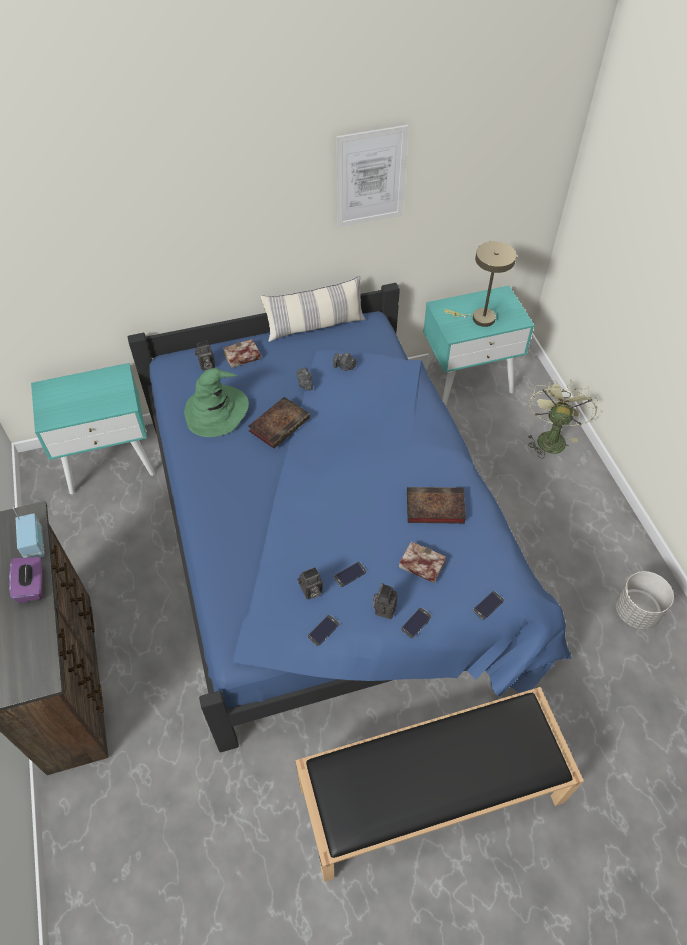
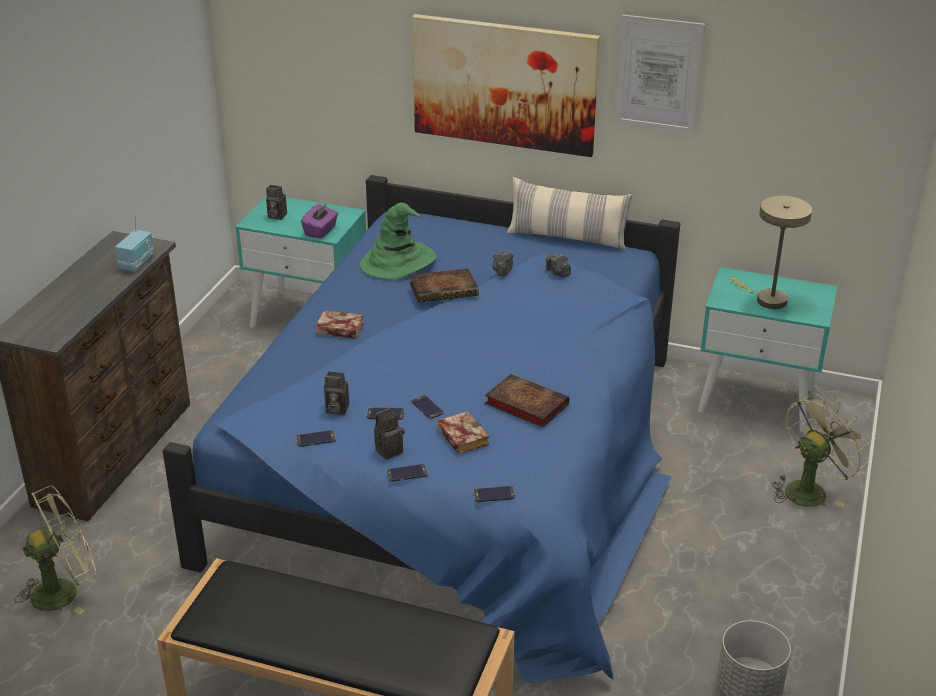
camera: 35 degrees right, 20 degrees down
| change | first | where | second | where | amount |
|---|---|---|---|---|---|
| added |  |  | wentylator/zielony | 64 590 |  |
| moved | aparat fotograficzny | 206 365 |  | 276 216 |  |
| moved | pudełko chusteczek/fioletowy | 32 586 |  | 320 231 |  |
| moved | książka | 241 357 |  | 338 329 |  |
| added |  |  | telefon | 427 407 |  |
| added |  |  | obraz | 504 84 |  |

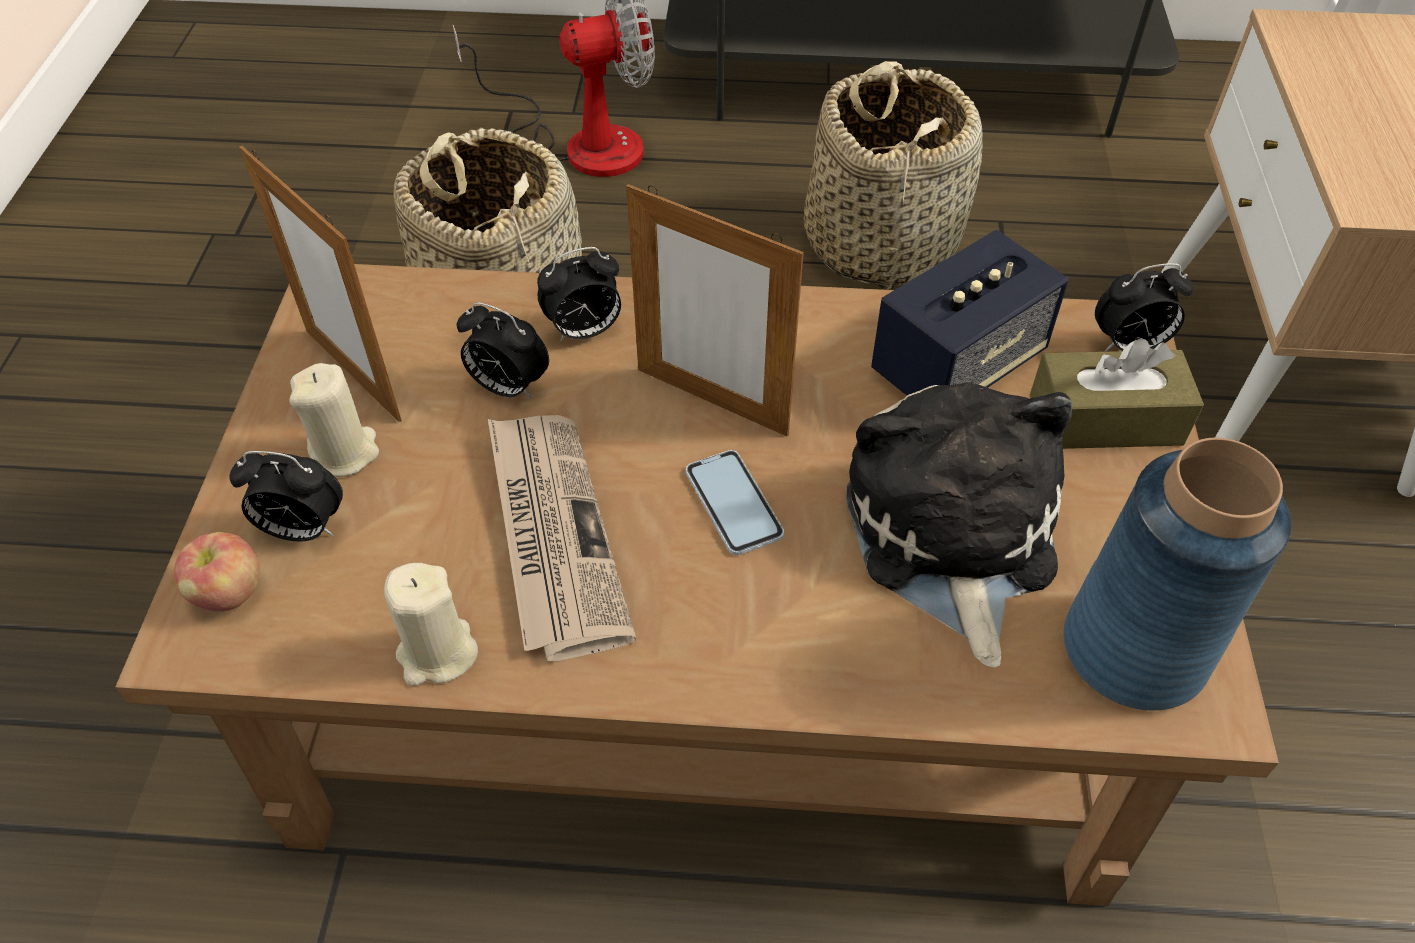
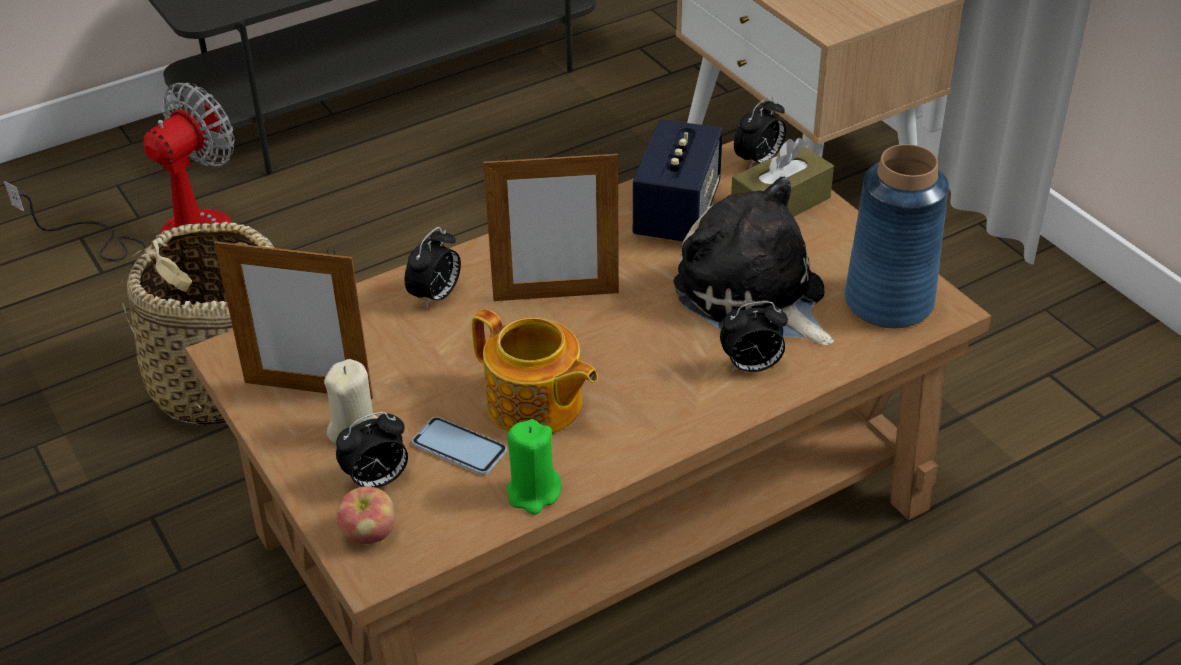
camera: 35 degrees left, 10 degrees down
| change | first | where | second | where | amount |
|---|---|---|---|---|---|
| moved | telefon | 733 503 |  | 459 447 |  |
| replaced | gazeta | 552 534 | imbryk | 535 405 |  |
| recoloured | świeca/beżowy | 437 653 | świeca/zielony | 533 493 |  |
| moved | budzik | 508 387 |  | 751 367 |  |
| removed | koszyk | 881 243 |  |  |  |

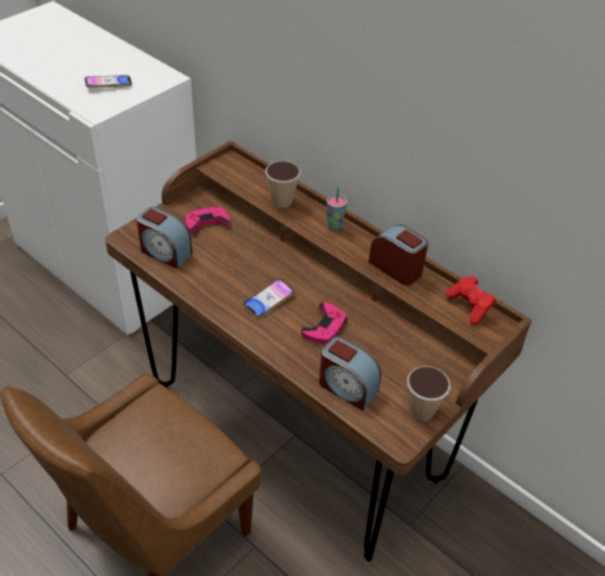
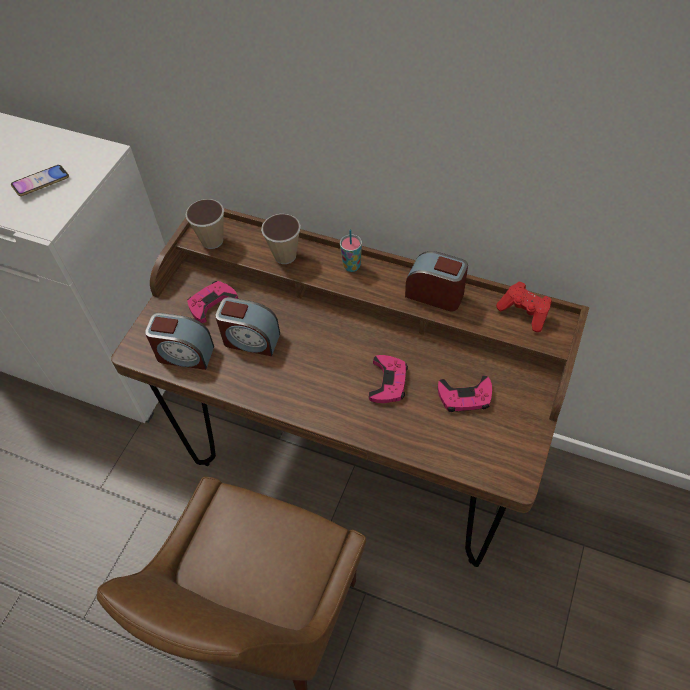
camera: 15 degrees left, 10 degrees up
| change | first | where | second | where | amount |
|---|---|---|---|---|---|
| moved | filiżanka | 422 410 |  | 212 241 |  |
| moved | budzik | 347 387 |  | 250 340 |  |
| added |  |  | pad do gier/różowy | 465 397 |  |
| removed | telefon | 269 301 |  |  |  |

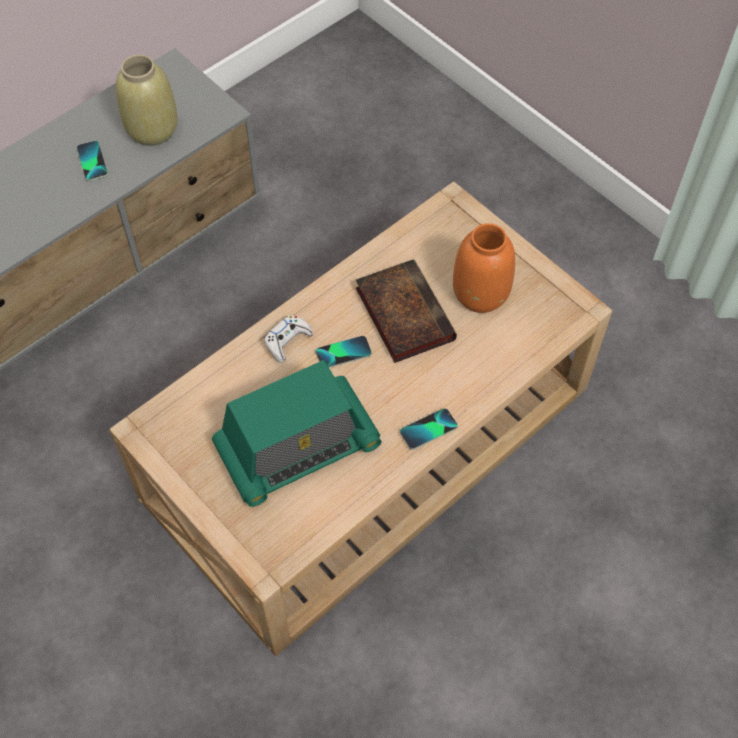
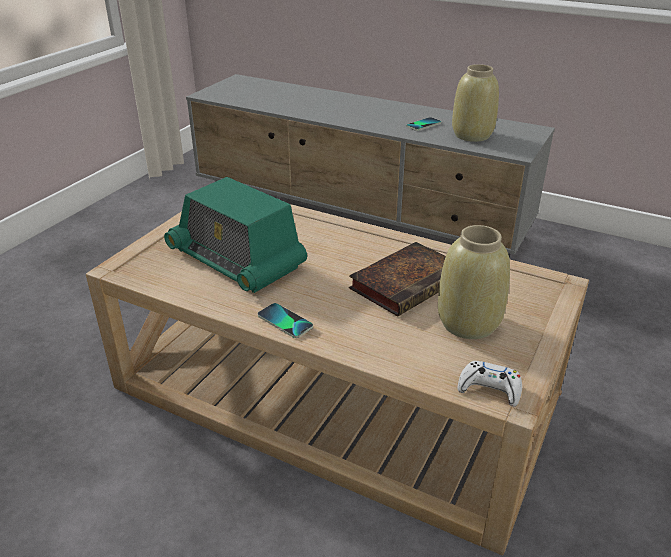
camera: 70 degrees right, 25 degrees down
| change | first | where | second | where | amount |
|---|---|---|---|---|---|
| recoloured | wazon/pomarańczowy | 480 293 | wazon/beżowy | 469 323 |  |
| moved | pad do gier/biały | 287 341 |  | 489 389 |  |
| removed | telefon | 343 353 |  |  |  |

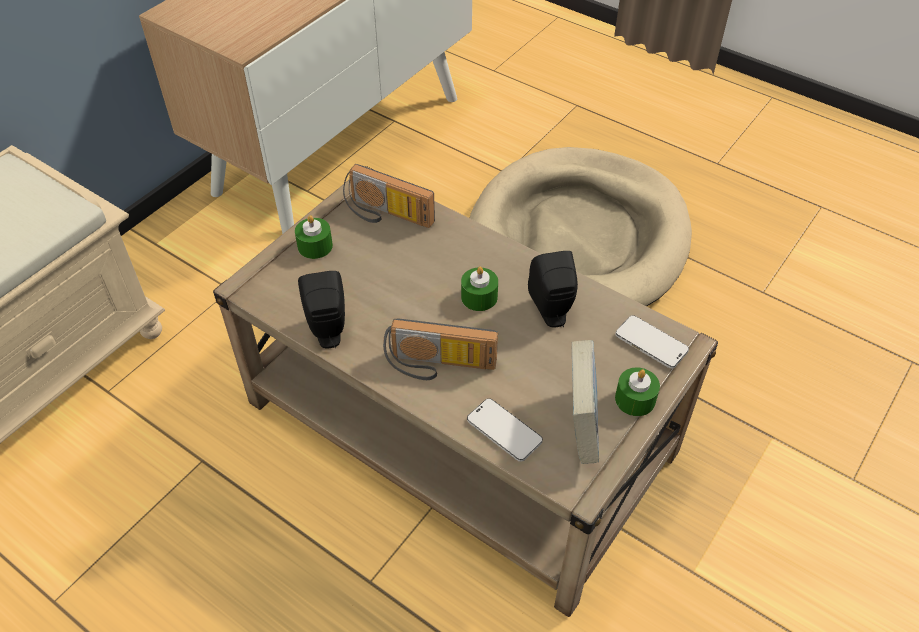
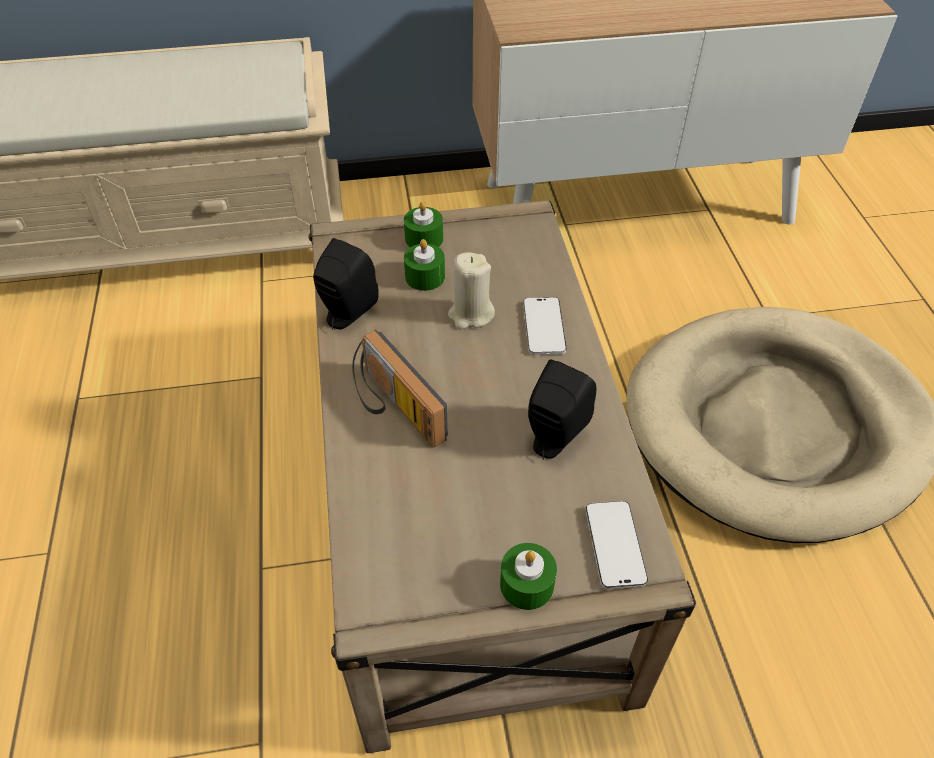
camera: 45 degrees right, 0 degrees up
| change | first | where | second | where | amount |
|---|---|---|---|---|---|
| moved | świeca/zielony | 479 297 |  | 425 276 |  |
| added |  |  | świeca/beżowy | 471 314 |  |
| moved | telefon | 504 431 |  | 544 327 |  |
| removed | radio | 386 215 |  |  |  |
| removed | książka | 581 424 |  |  |  |

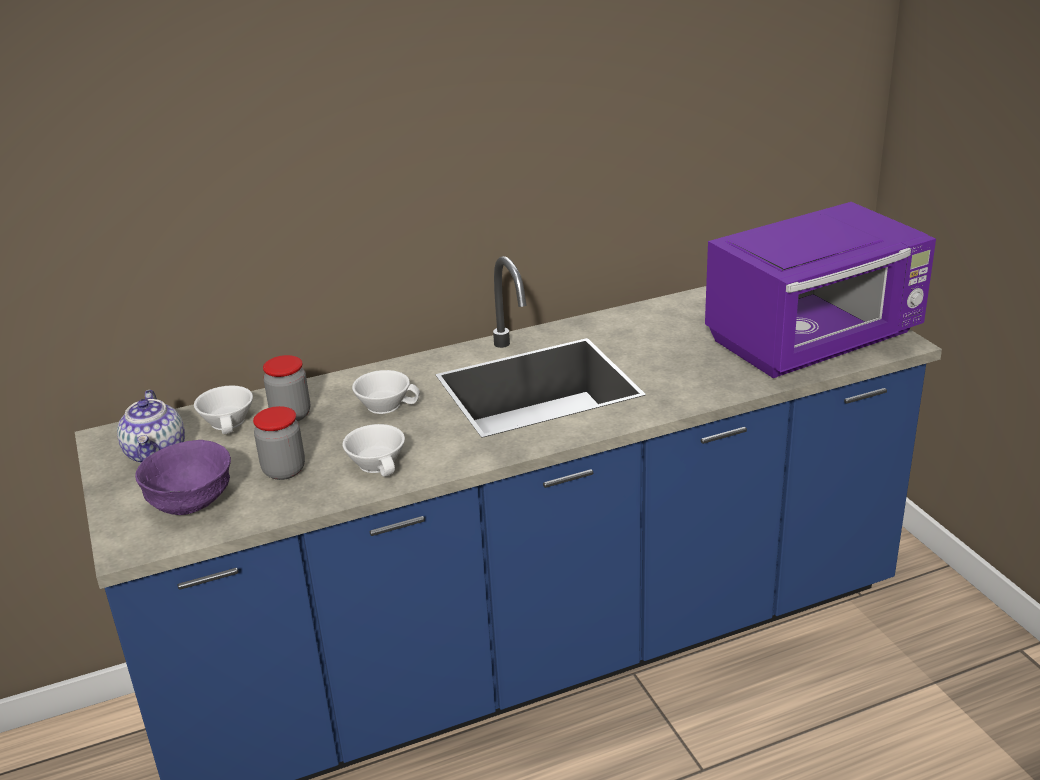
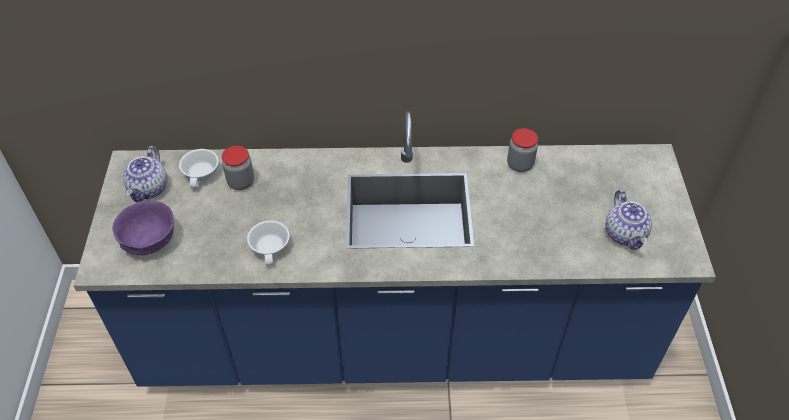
camera: 20 degrees right, 20 degrees up
| change | first | where | second | where | amount |
|---|---|---|---|---|---|
| moved | słoik | 284 470 |  | 520 164 |  |
| replaced | mikrofalówka/fioletowy | 815 341 | imbryk | 625 234 |  |
| removed | filiżanka/biały | 386 404 |  |  |  |

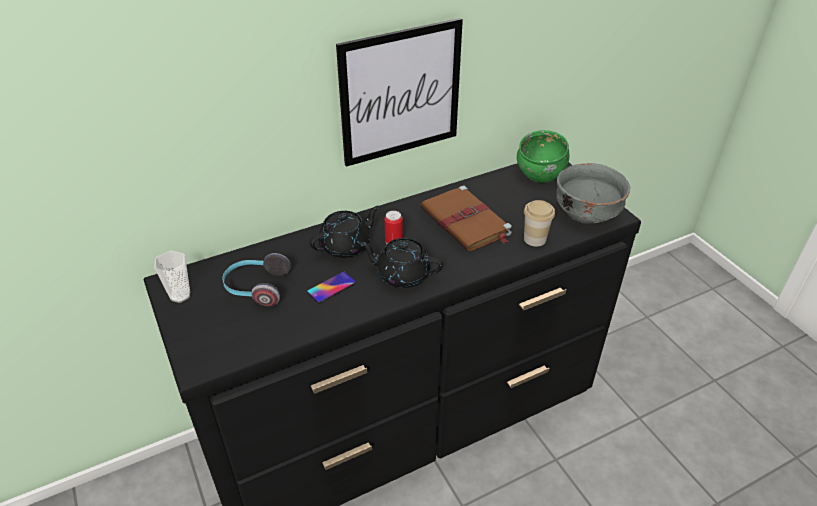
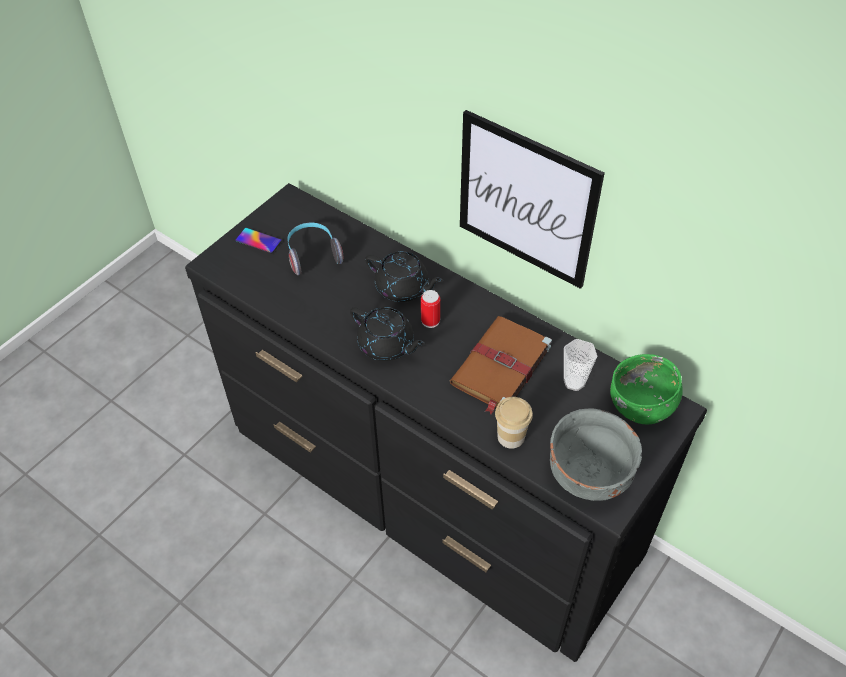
camera: 65 degrees right, 10 degrees up
| change | first | where | second | where | amount |
|---|---|---|---|---|---|
| moved | telefon | 331 287 |  | 258 241 |  |
| turned | imbryk/czarny | 402 274 |  | 387 345 | 135 degrees clockwise |
| moved | filiżanka | 180 295 |  | 574 382 |  |

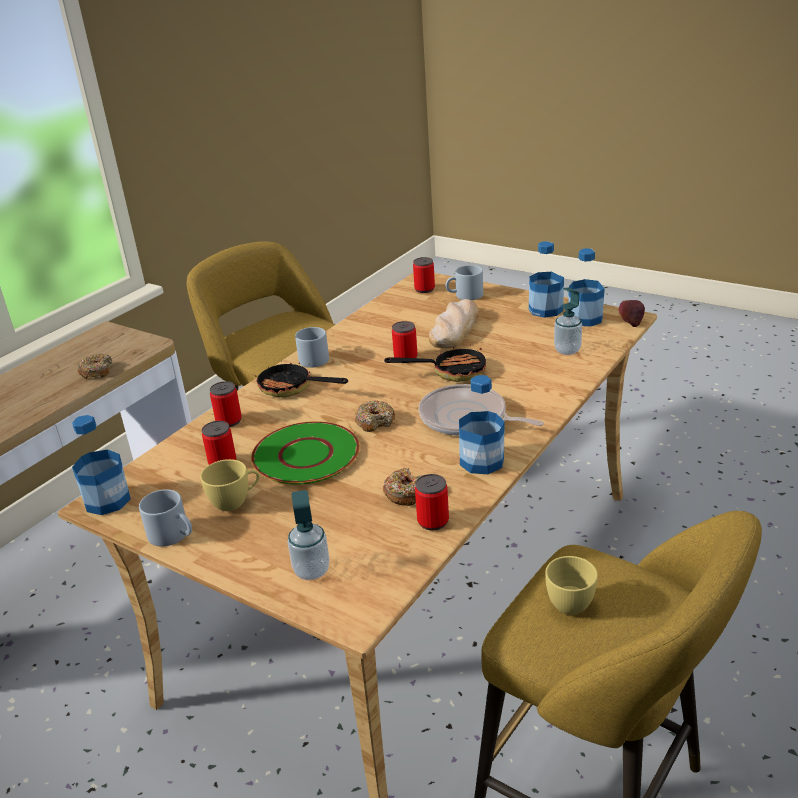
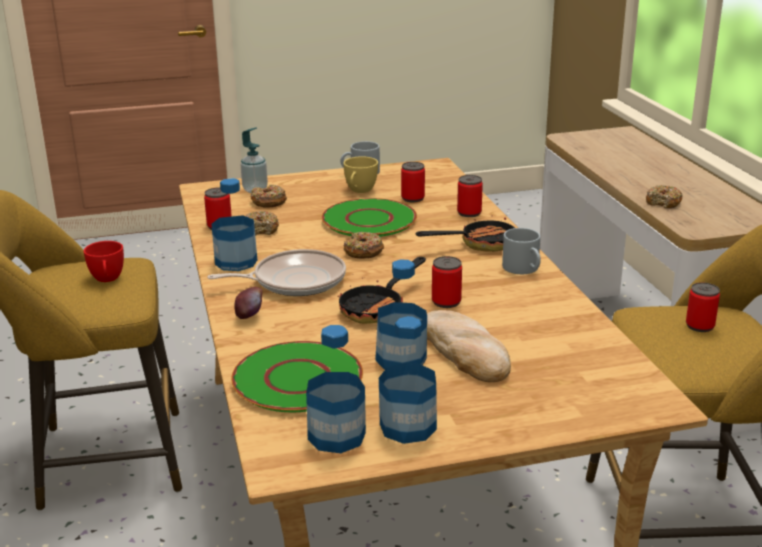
camera: 130 degrees right, 5 degrees down
| change | first | where | second | where | amount |
|---|---|---|---|---|---|
| recoloured | filiżanka/żółty | 572 601 | filiżanka/czerwony | 107 279 |  |
| replaced | dozownik mydła | 567 350 | talerz/zielony | 296 379 |  |
| moved | jabłko | 630 323 |  | 249 316 |  |
| added |  |  | donut | 268 202 |  |
| moved | butelka | 107 500 |  | 401 359 |  |
| moved | puszka | 424 289 |  | 700 326 |  |
| removed | kubek/szary | 464 296 |  |  |  |

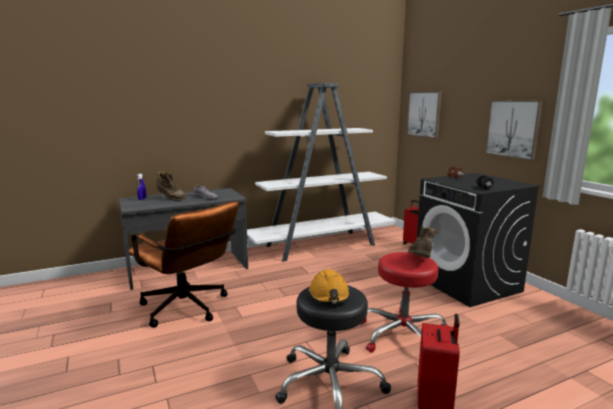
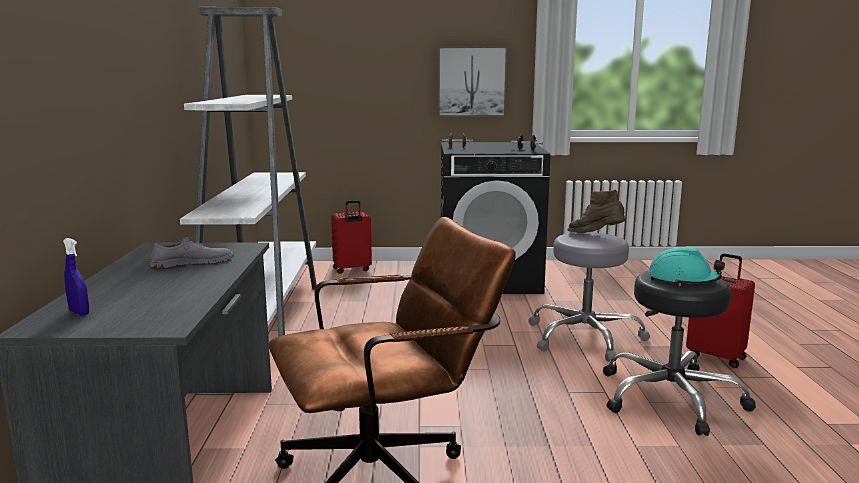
camera: 65 degrees left, 0 degrees up
| change | first | where | second | where | amount |
|---|---|---|---|---|---|
| recoloured | stołek/czerwony | 402 335 | stołek/szary | 584 337 |  |
| recoloured | kask/pomarańczowy | 329 296 | kask/turkusowy | 683 280 |  |
| removed | but z cholewką/brązowy | 170 199 |  |  |  |
| removed | obraz | 424 114 |  |  |  |

